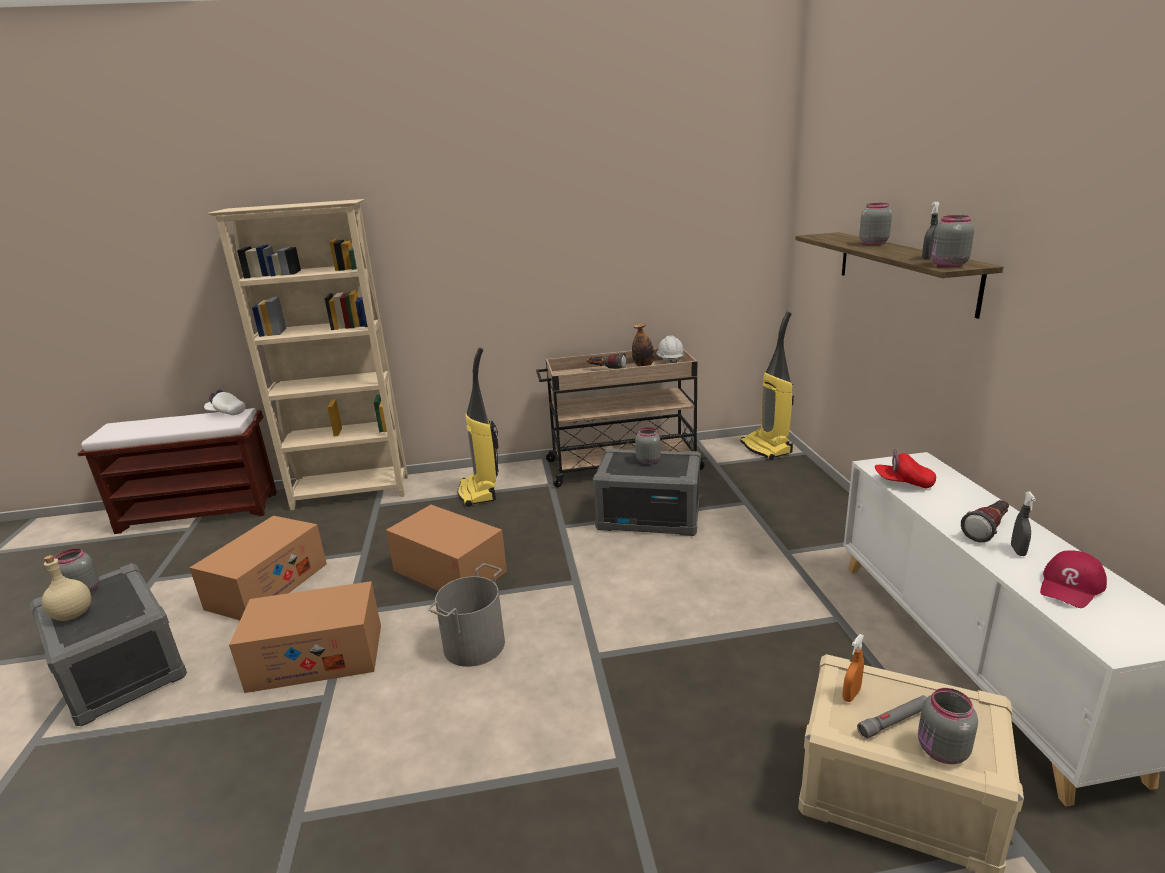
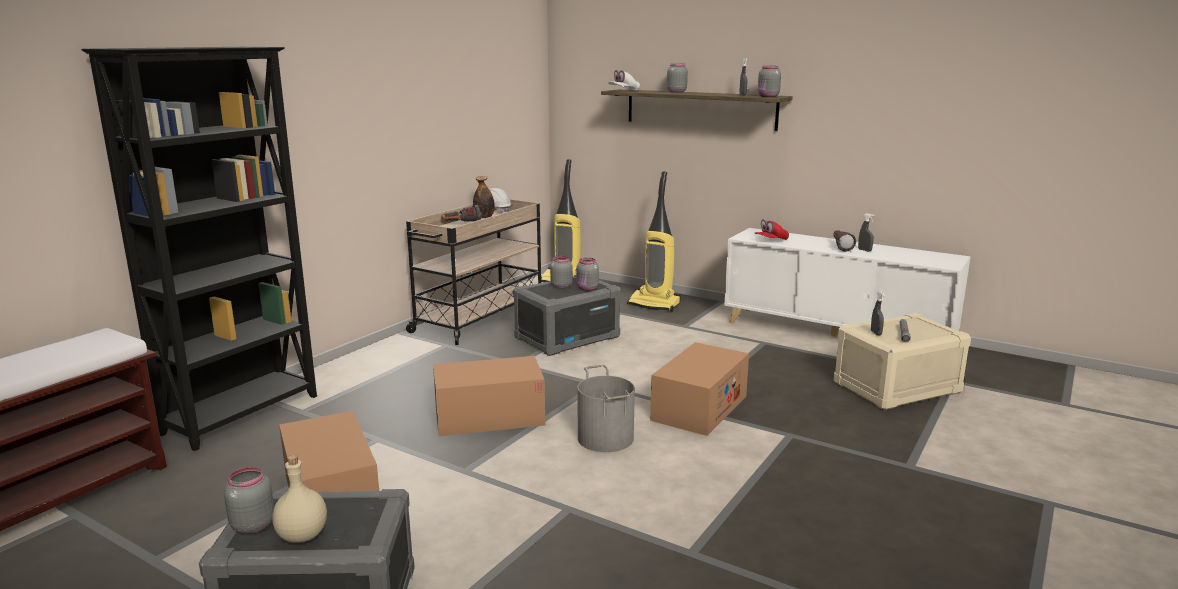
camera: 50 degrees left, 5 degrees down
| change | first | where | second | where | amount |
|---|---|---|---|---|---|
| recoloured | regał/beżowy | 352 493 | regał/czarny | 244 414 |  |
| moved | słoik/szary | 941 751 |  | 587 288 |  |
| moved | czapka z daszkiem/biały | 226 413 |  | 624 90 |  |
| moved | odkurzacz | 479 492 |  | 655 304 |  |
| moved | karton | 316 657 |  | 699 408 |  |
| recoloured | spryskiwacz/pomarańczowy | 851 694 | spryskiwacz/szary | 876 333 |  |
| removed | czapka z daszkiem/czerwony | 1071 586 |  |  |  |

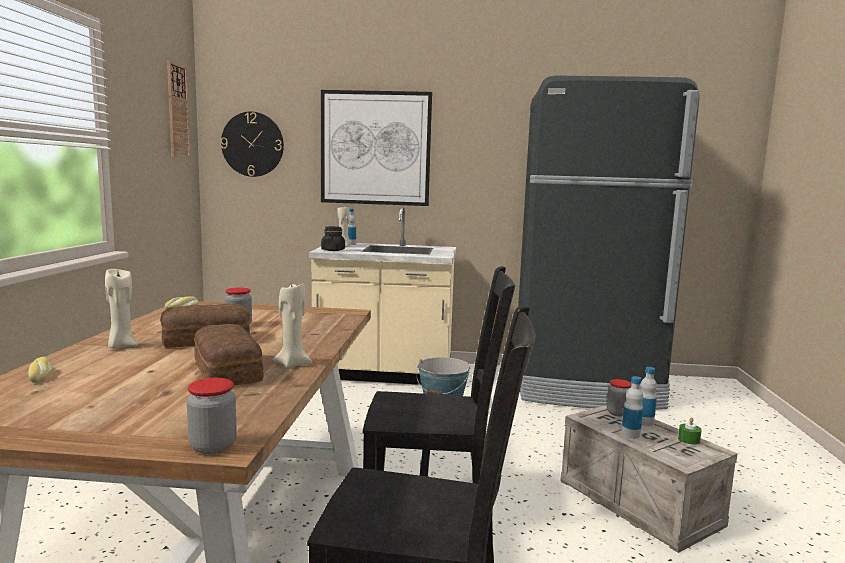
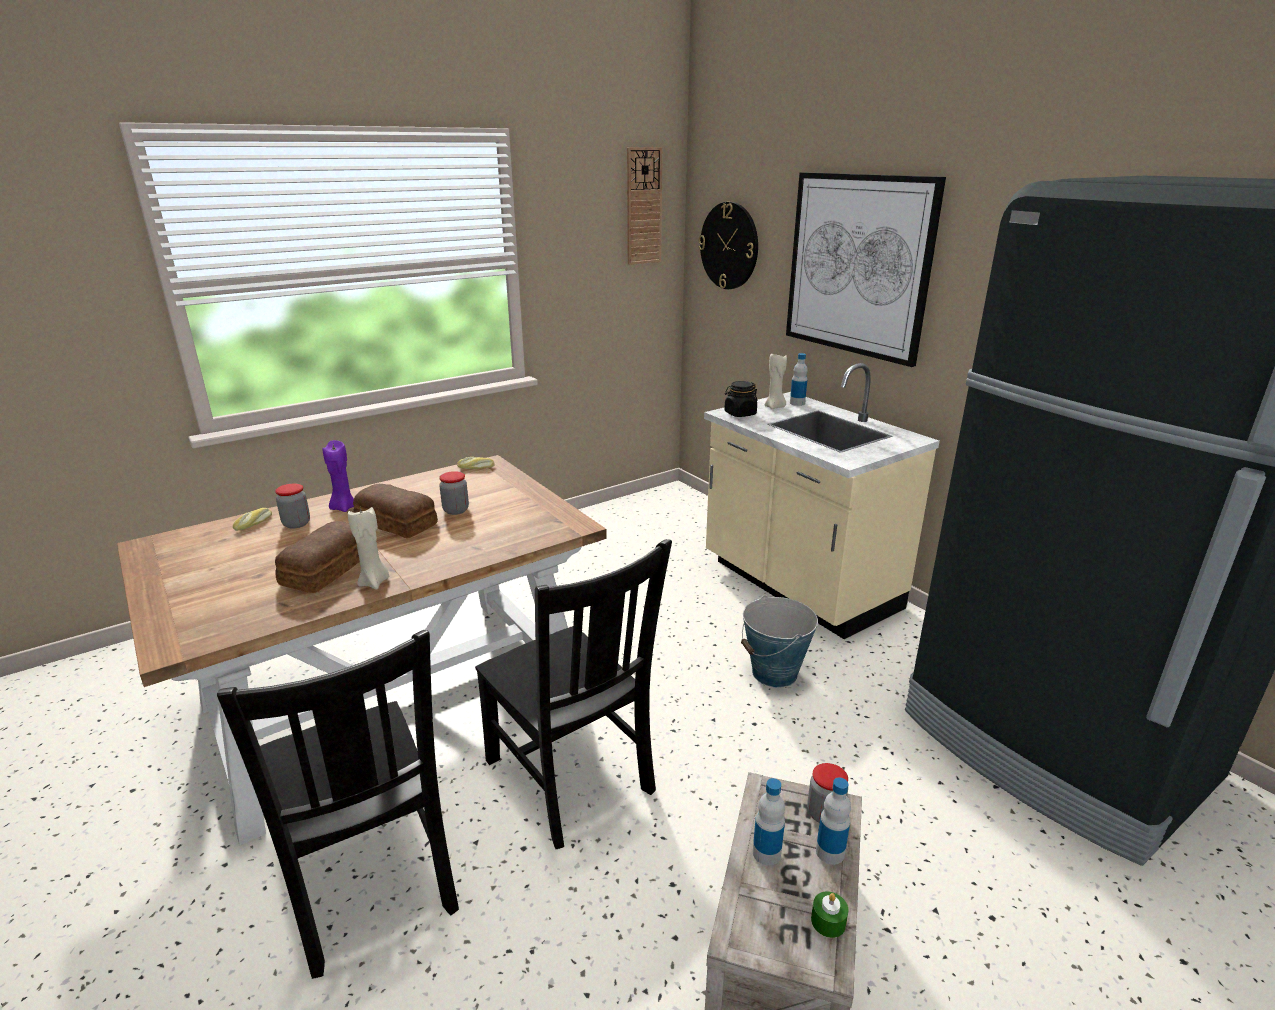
camera: 50 degrees right, 15 degrees up
| change | first | where | second | where | amount |
|---|---|---|---|---|---|
| moved | słoik | 213 446 |  | 296 524 |  |
| recoloured | świeca/beżowy | 121 346 | świeca/fioletowy | 343 508 |  |

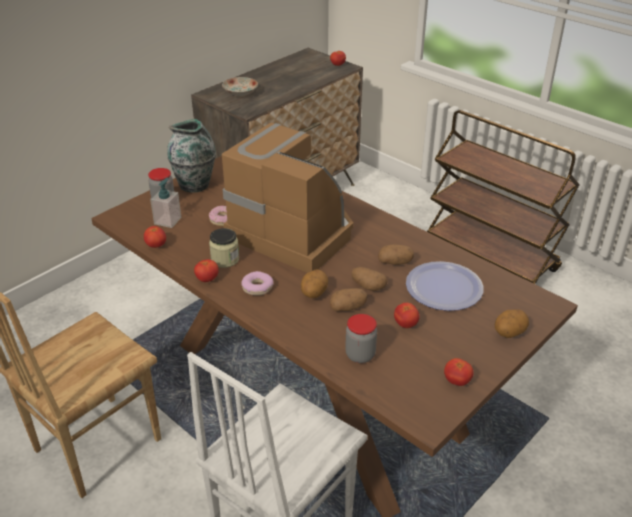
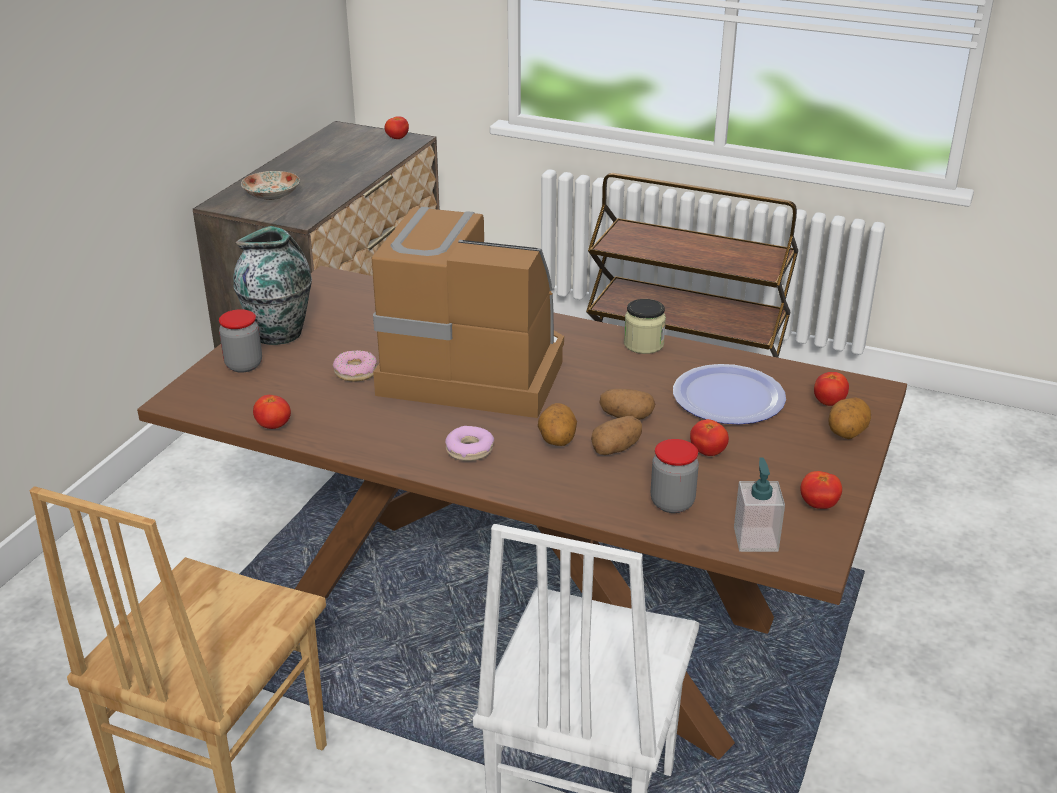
camera: 20 degrees left, 5 degrees down
| change | first | where | second | where | amount |
|---|---|---|---|---|---|
| moved | słoik | 225 259 |  | 643 344 |  |
| moved | dozownik mydła | 168 220 |  | 755 539 |  |
| moved | pomidor | 207 279 |  | 829 402 |  |
| removed | ziemniak | 395 262 |  |  |  |

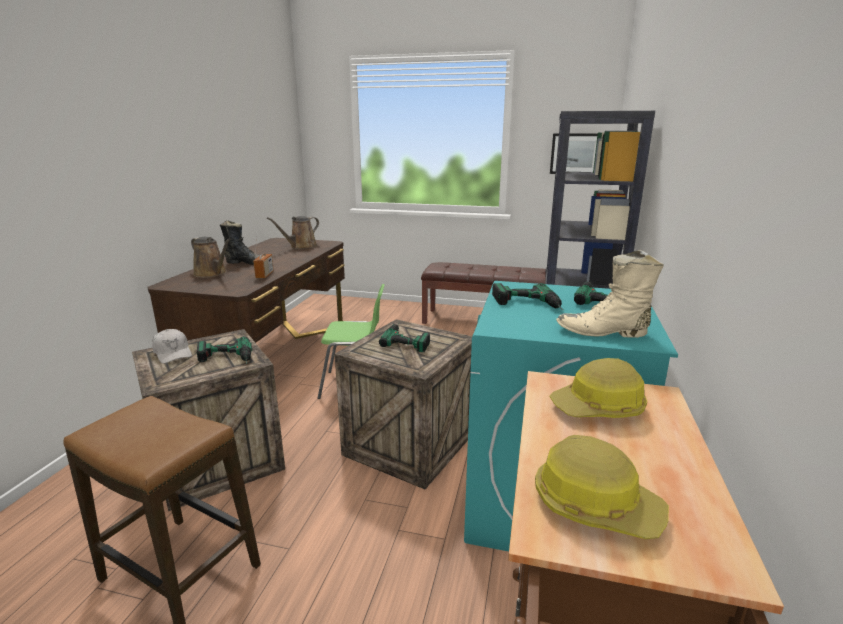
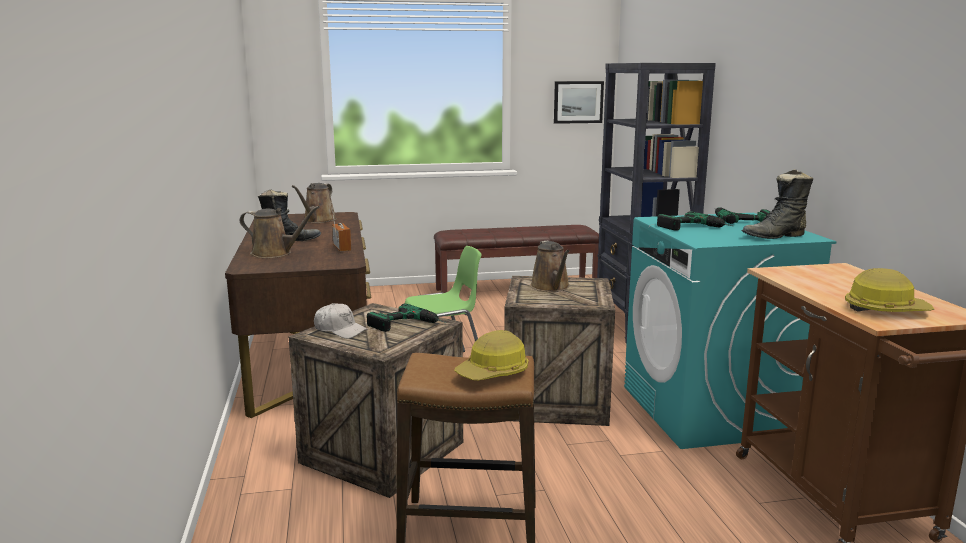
camera: 25 degrees left, 5 degrees down
| change | first | where | second | where | amount |
|---|---|---|---|---|---|
| moved | kask | 599 408 |  | 493 373 |  |
| replaced | wiertarka | 408 339 | konewka/brązowy | 551 287 |  |
| recoloured | but z cholewką/beżowy | 603 332 | but z cholewką/czarny | 775 236 |  |

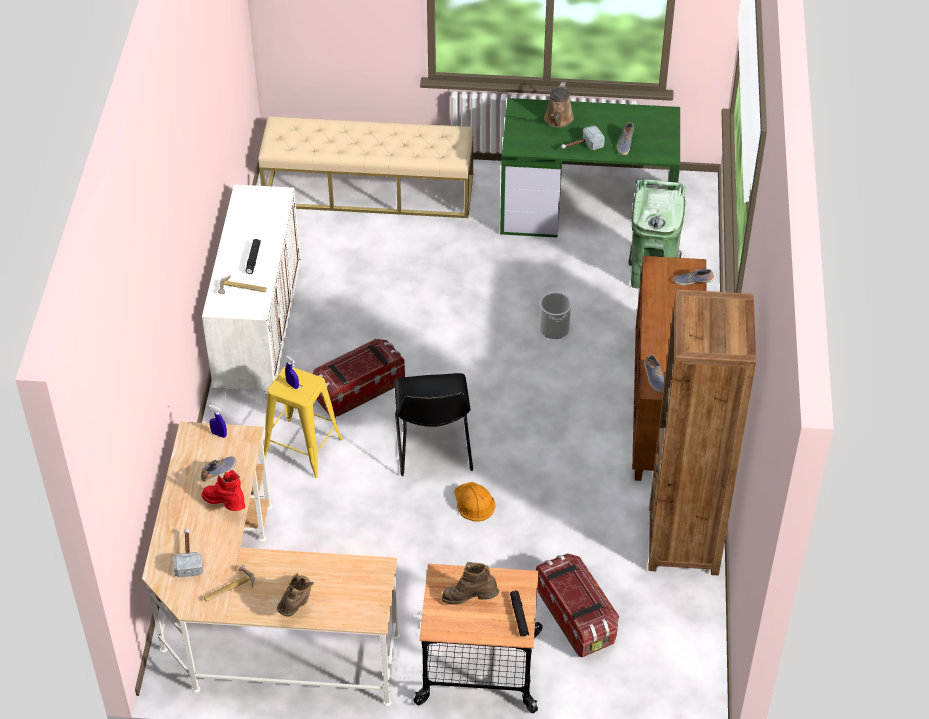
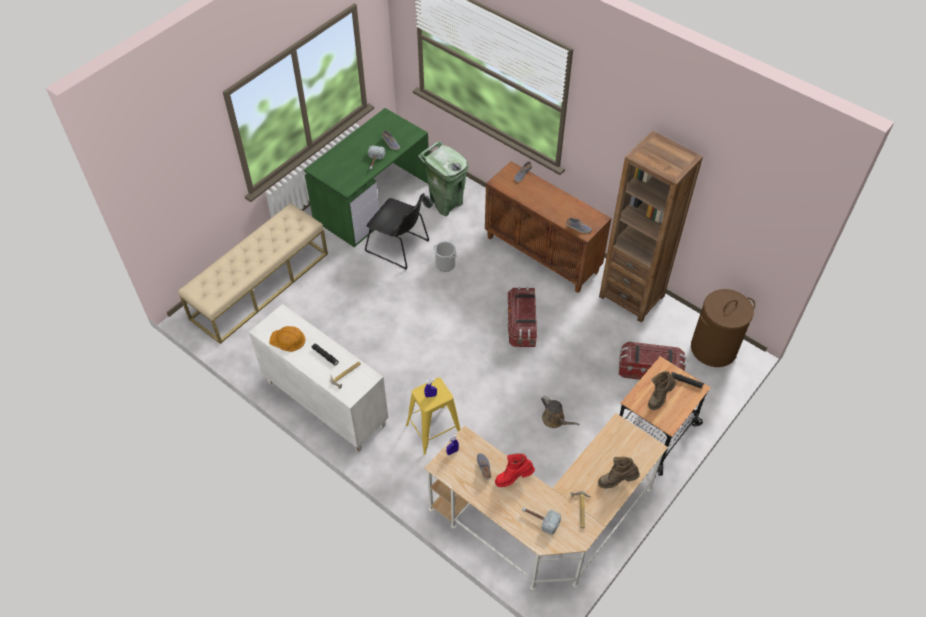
camera: 55 degrees left, 5 degrees up
| change | first | where | second | where | amount |
|---|---|---|---|---|---|
| moved | kask/pomarańczowy | 474 502 |  | 288 340 |  |
| moved | krzesło/czarny | 433 447 |  | 399 247 |  |
| moved | pojemnik do przechowywania | 358 389 |  | 521 325 |  |
| moved | konewka/brązowy | 558 120 |  | 555 420 |  |
| turned | but z cholewką/brązowy | 297 604 |  | 617 480 | 60 degrees counterclockwise |
| added |  |  | kosz na pranie/brązowy | 713 349 |  |

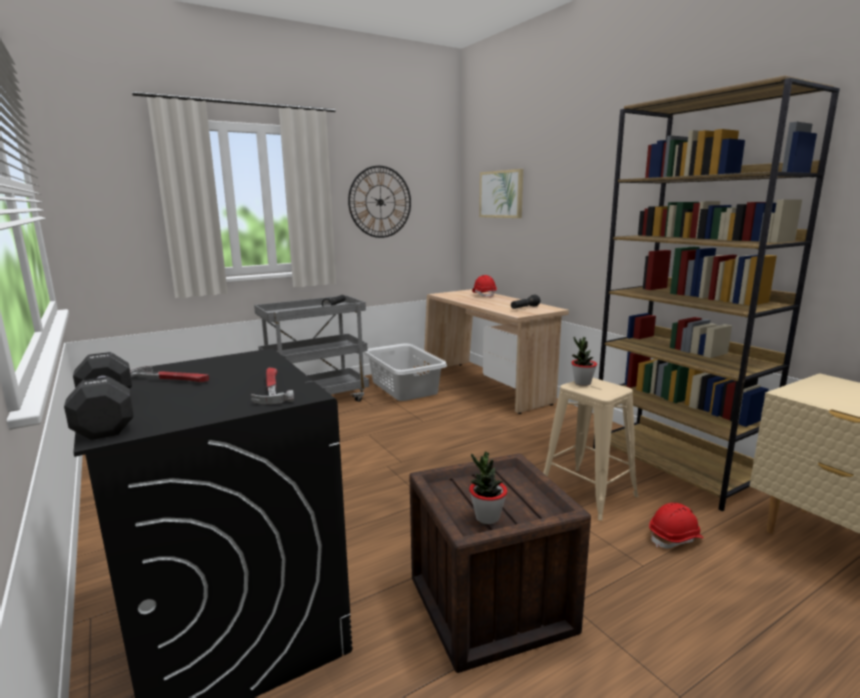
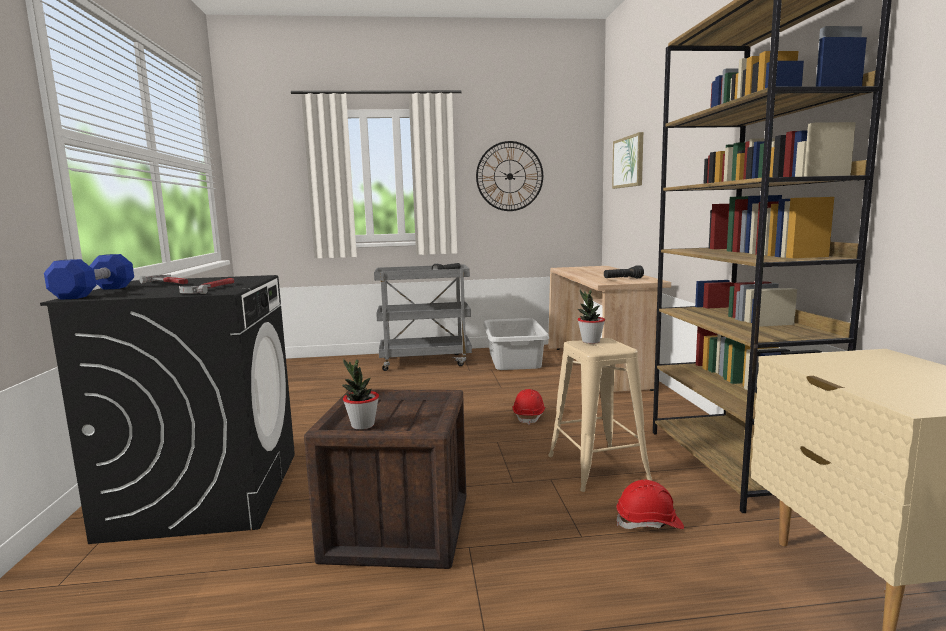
camera: 25 degrees right, 5 degrees down
| change | first | where | second | where | amount |
|---|---|---|---|---|---|
| recoloured | hantel/czarny | 106 415 | hantel/niebieski | 95 292 |  |
| moved | kask/czerwony | 484 295 |  | 529 416 |  |

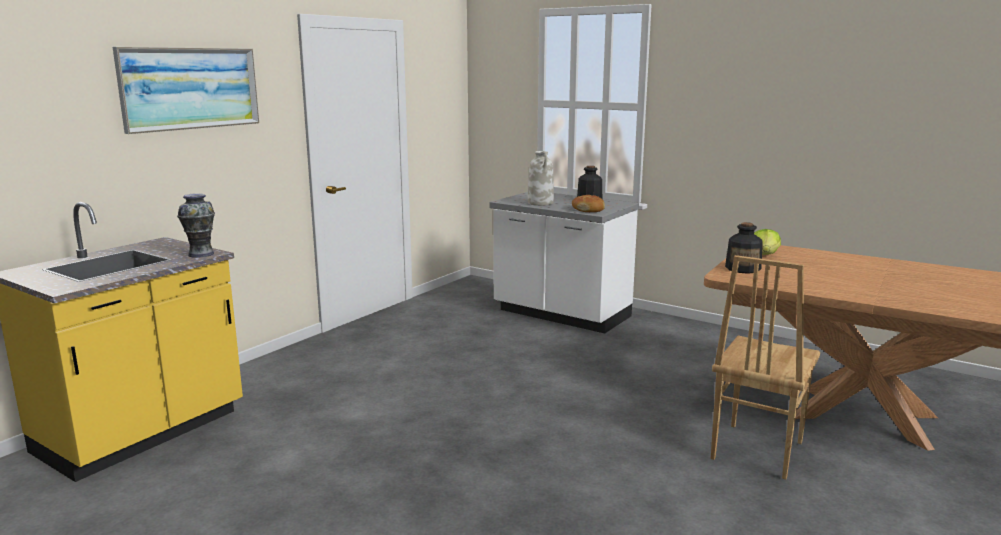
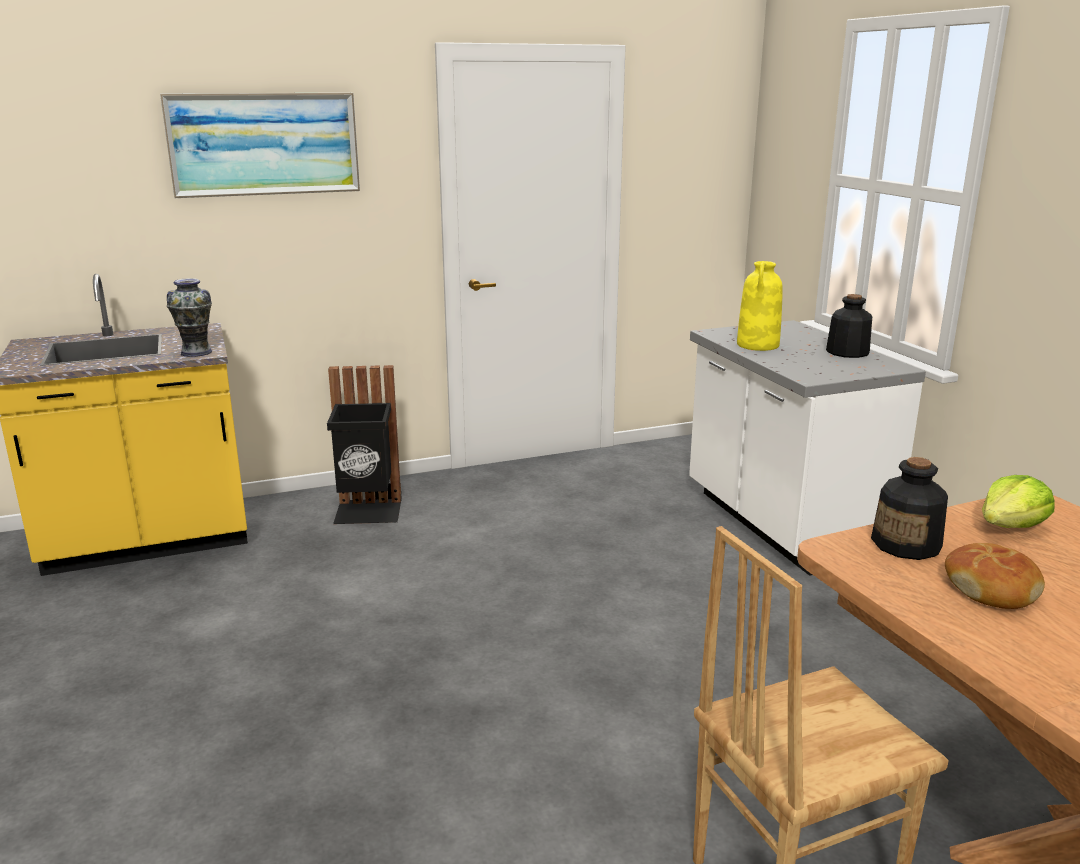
camera: 35 degrees right, 5 degrees up
| change | first | where | second | where | amount |
|---|---|---|---|---|---|
| added |  |  | kosz na śmieci/czarny | 368 512 |  |
| recoloured | wazon/biały | 541 203 | wazon/żółty | 758 345 |  |
| moved | chleb | 588 209 |  | 991 588 |  |

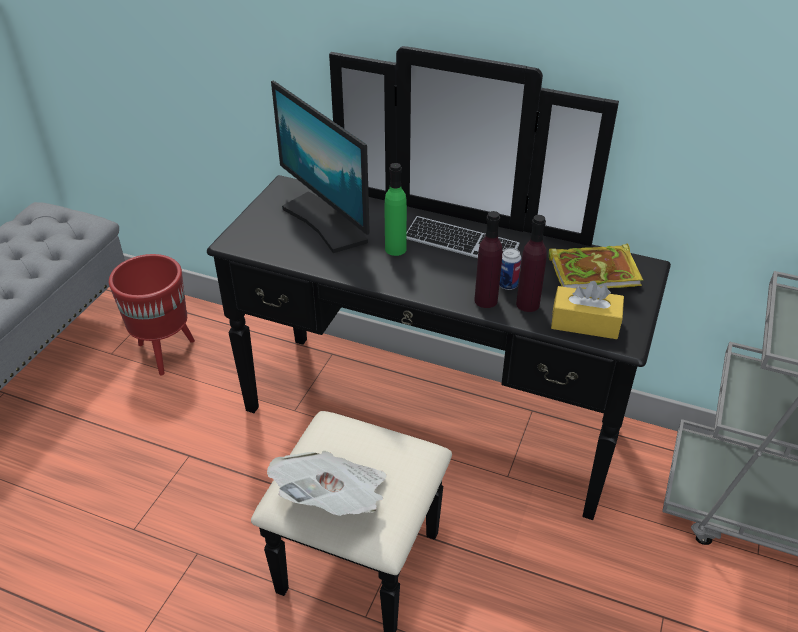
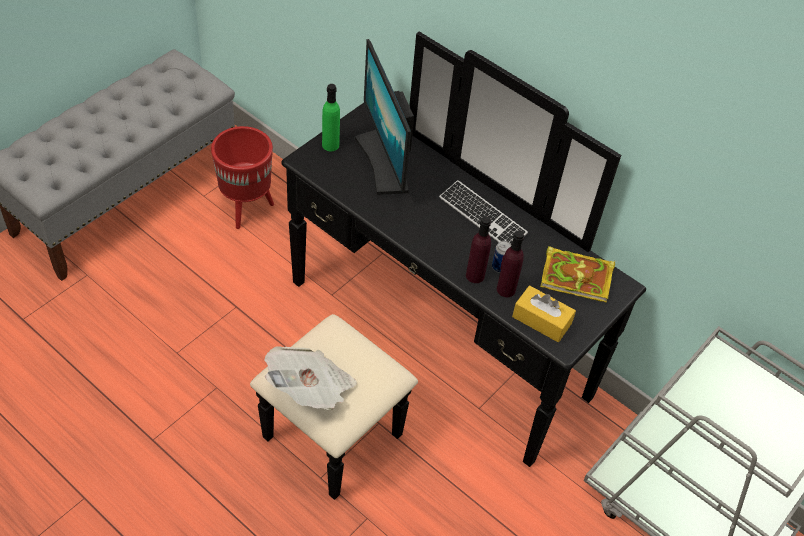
camera: 15 degrees right, 10 degrees up
| change | first | where | second | where | amount |
|---|---|---|---|---|---|
| moved | butelka/zielony | 395 249 |  | 330 145 |  |

